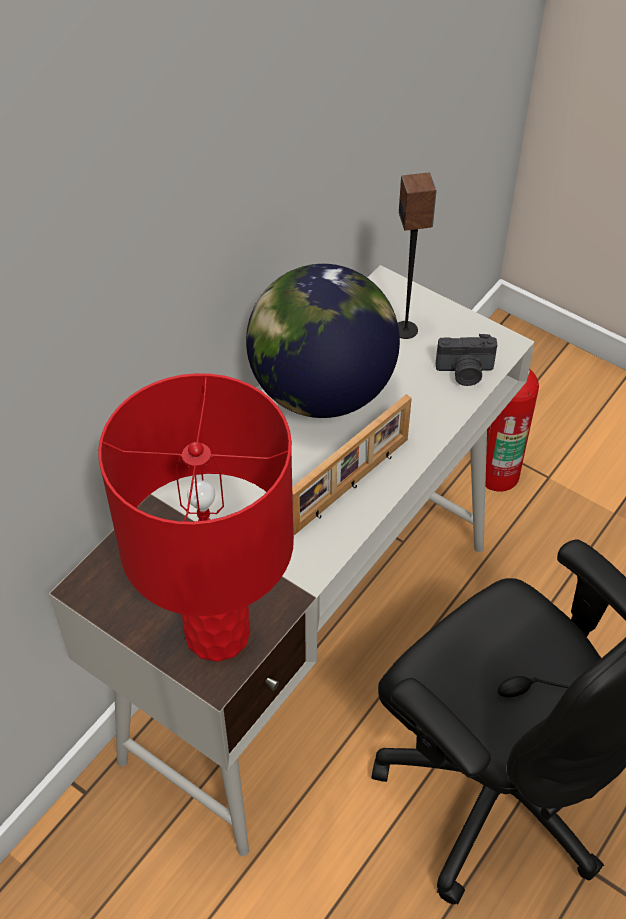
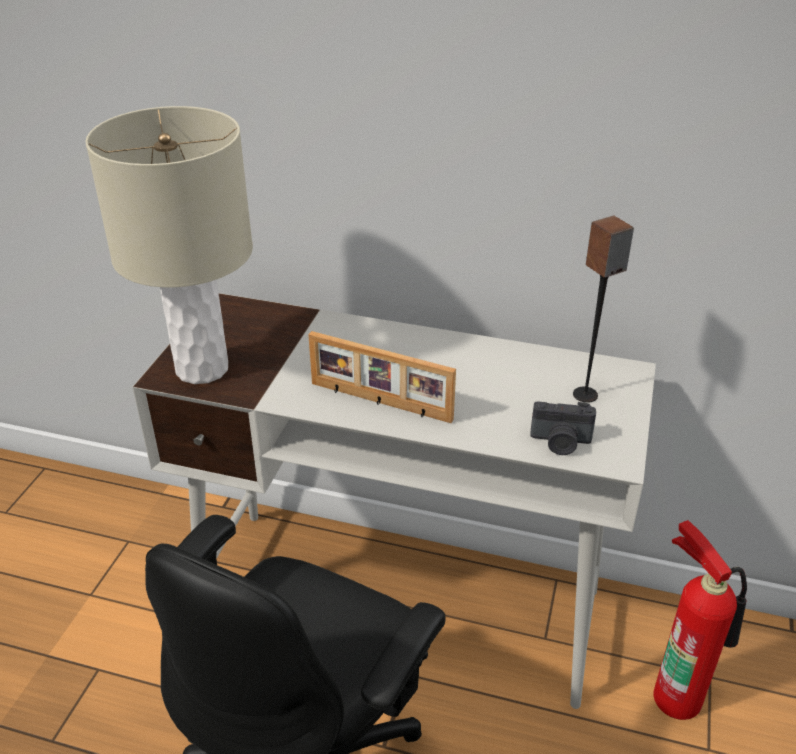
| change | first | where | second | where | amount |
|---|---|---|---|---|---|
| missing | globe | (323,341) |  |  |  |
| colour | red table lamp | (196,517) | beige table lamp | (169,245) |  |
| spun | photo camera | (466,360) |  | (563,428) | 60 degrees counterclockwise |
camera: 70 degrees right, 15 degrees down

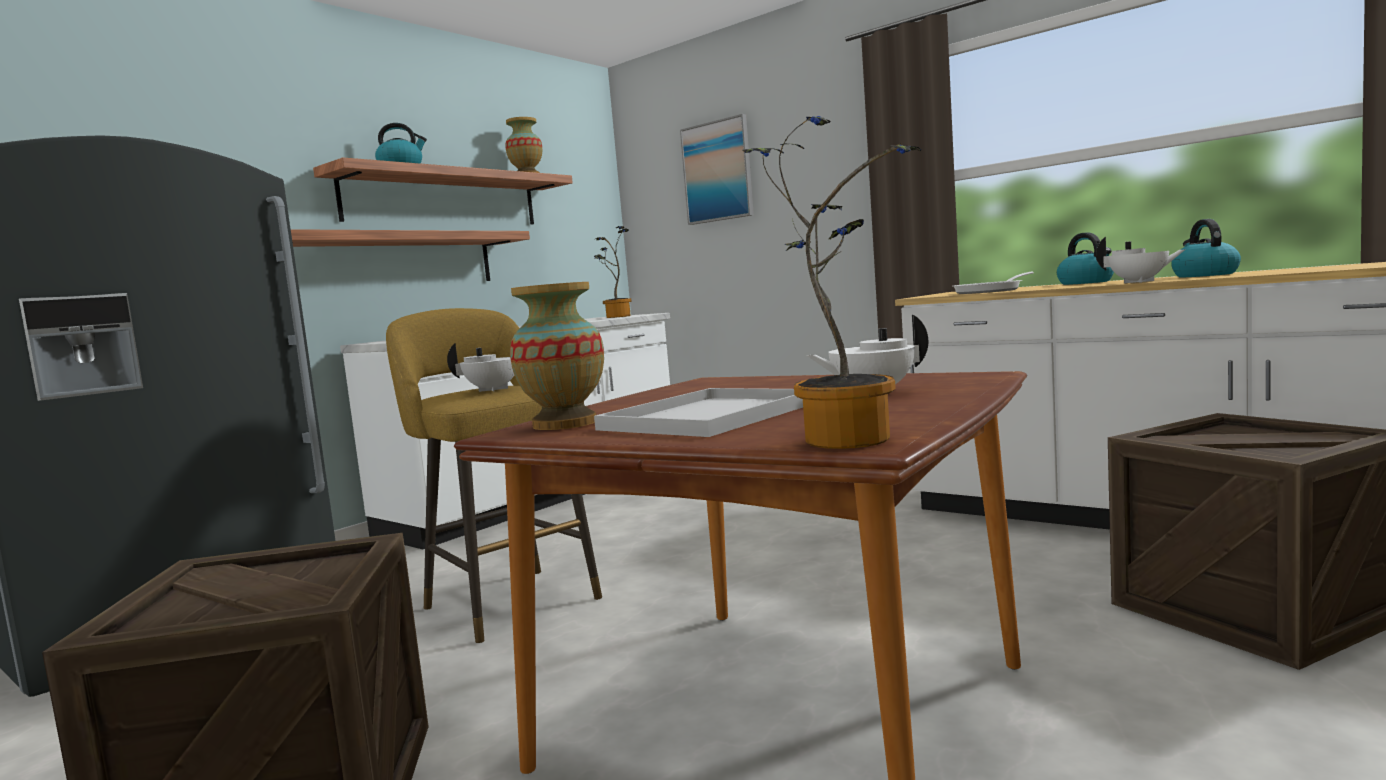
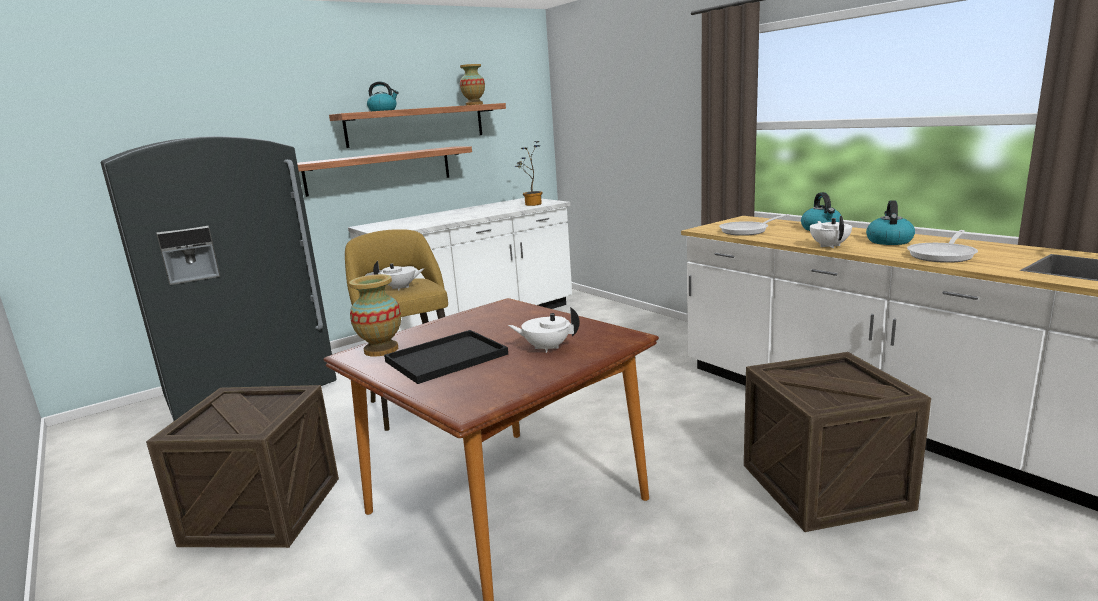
| change | first | where | second | where | amount |
|---|---|---|---|---|---|
| missing | picture | (717,169) |  |  |  |
| missing | potted plant | (832,282) |  |  |  |
| appeared |  |  | frying pan | (942,246) |  |
| colour | white tray | (698,412) | black tray | (446,357) |  |
| spun | white teapot | (1141,260) |  | (831,232) | 120 degrees counterclockwise |
camera: 15 degrees right, 10 degrees up

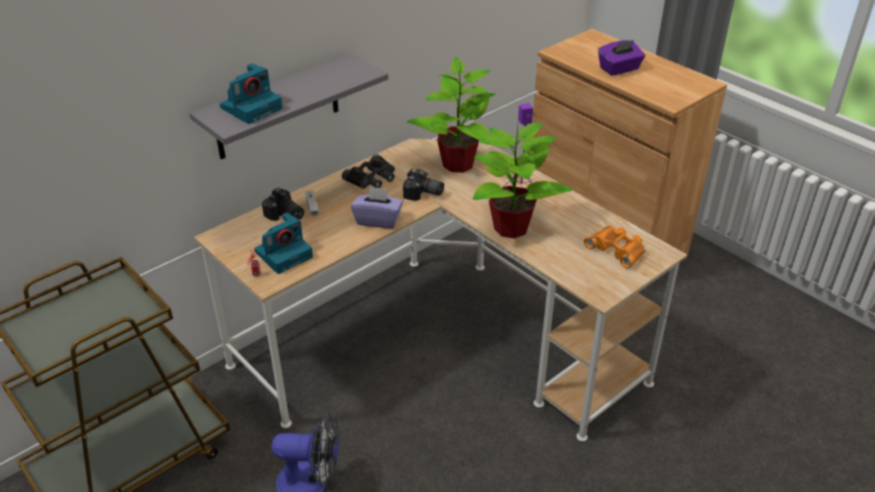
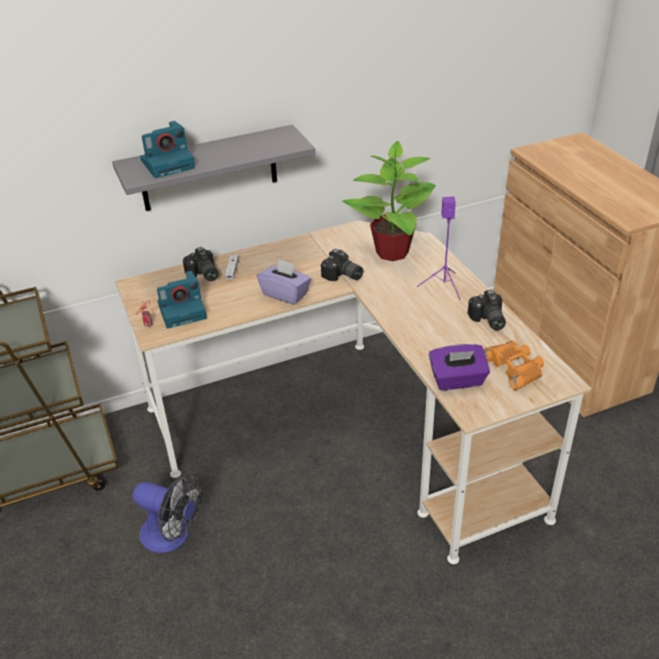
| change | first | where | second | where | amount |
|---|---|---|---|---|---|
| missing | black binoculars | (368,171) |  |  |  |
| missing | potted plant | (522,180) |  |  |  |
| appeared |  |  | photo camera | (487,310) |  |
| relocated | purple tissue box | (621,58) |  | (459,367) |  |
camera: 20 degrees right, 0 degrees up

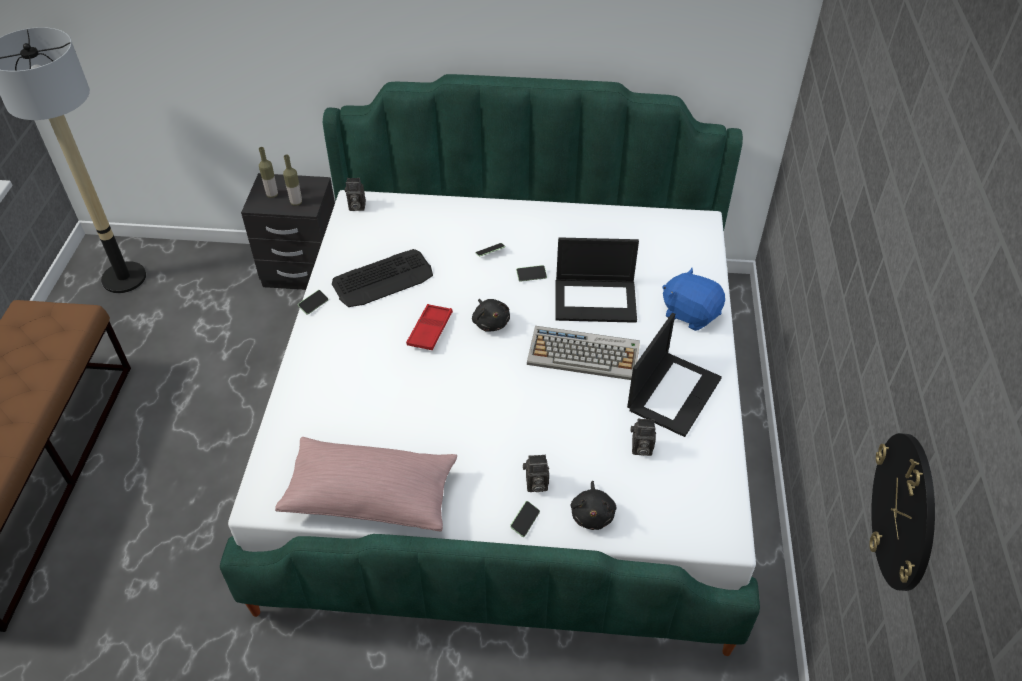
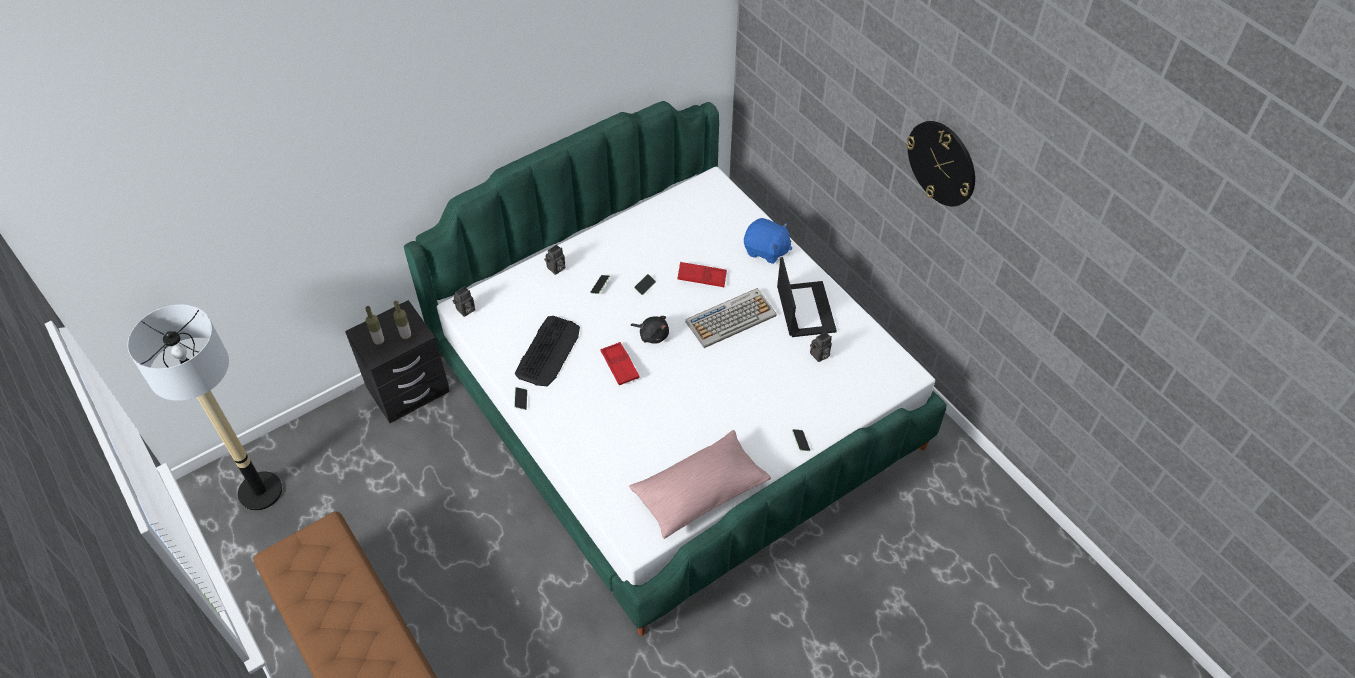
| change | first | where | second | where | amount |
|---|---|---|---|---|---|
| missing | black plush toy | (593,505) |  |  |  |
| relocated | photo camera | (536,473) |  | (554,259) |  |
| relocated | wall clock | (902,512) |  | (940,163) |  |
| exchanged | laptop | (597,280) | red tray | (702,274) |  |
| spun | blue plush toy | (693,299) |  | (768,241) | 150 degrees counterclockwise |
camera: 40 degrees left, 5 degrees up

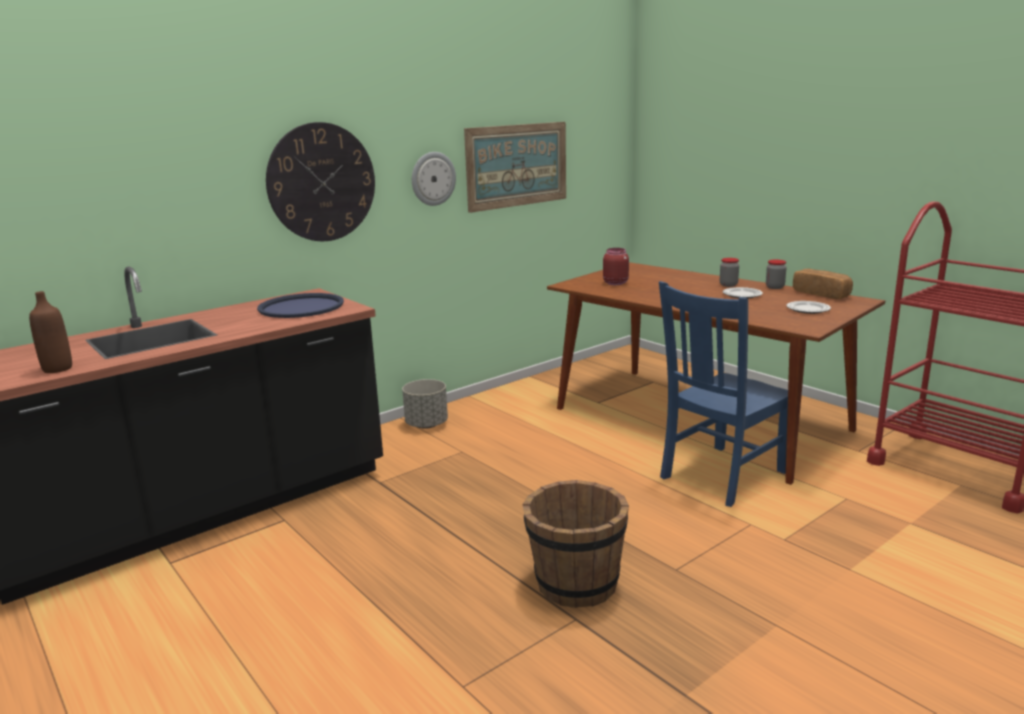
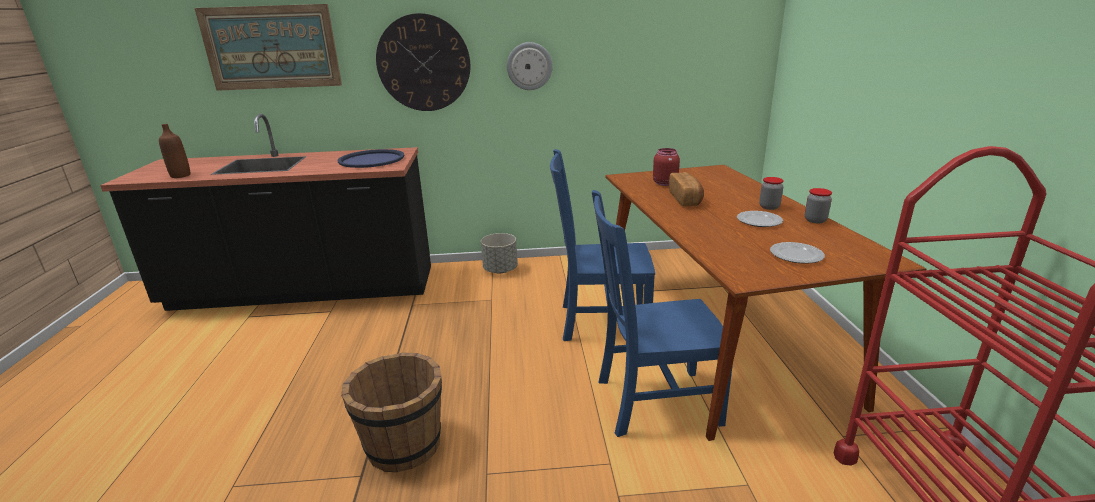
| change | first | where | second | where | amount |
|---|---|---|---|---|---|
| appeared |  |  | blue chair | (602,245) |  |
| relocated | picture | (515,167) |  | (268,47) |  |
| relocated | bread | (823,284) |  | (686,189) |  |
camera: 35 degrees right, 5 degrees up

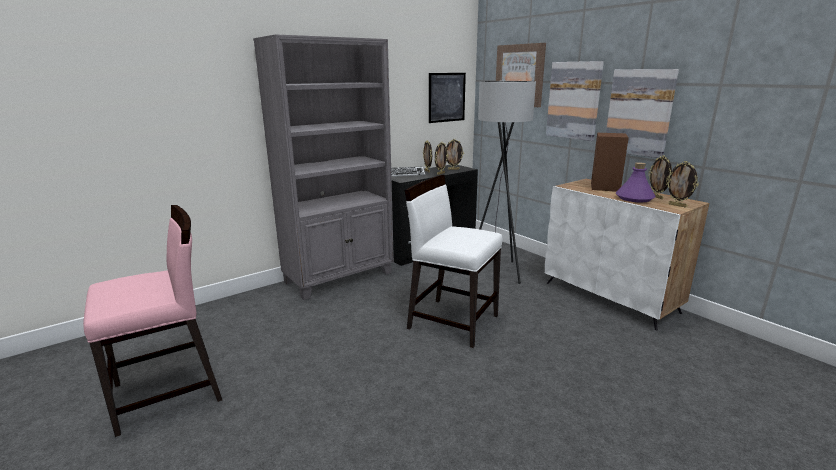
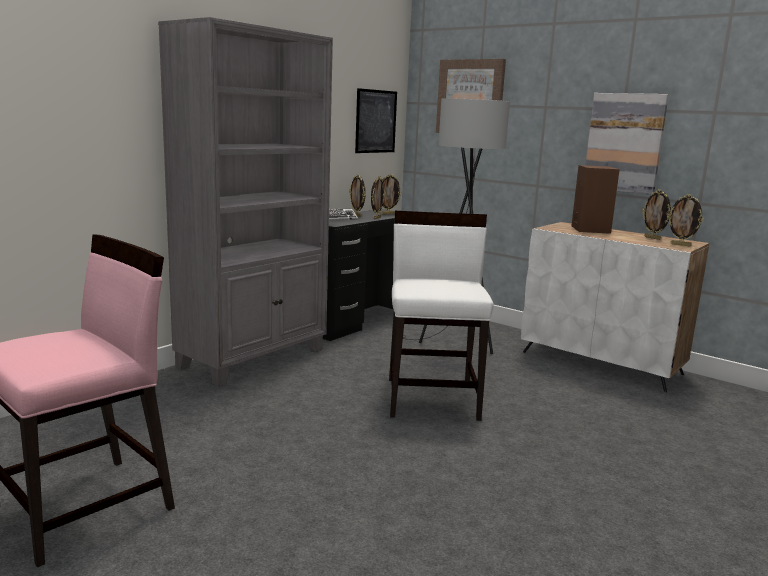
| change | first | where | second | where | amount |
|---|---|---|---|---|---|
| missing | picture | (575,101) |  |  |  |
| missing | purple bottle | (636,182) |  |  |  |
| spun | white chair | (454,261) |  | (441,316) | 75 degrees clockwise |
camera: 15 degrees left, 5 degrees down

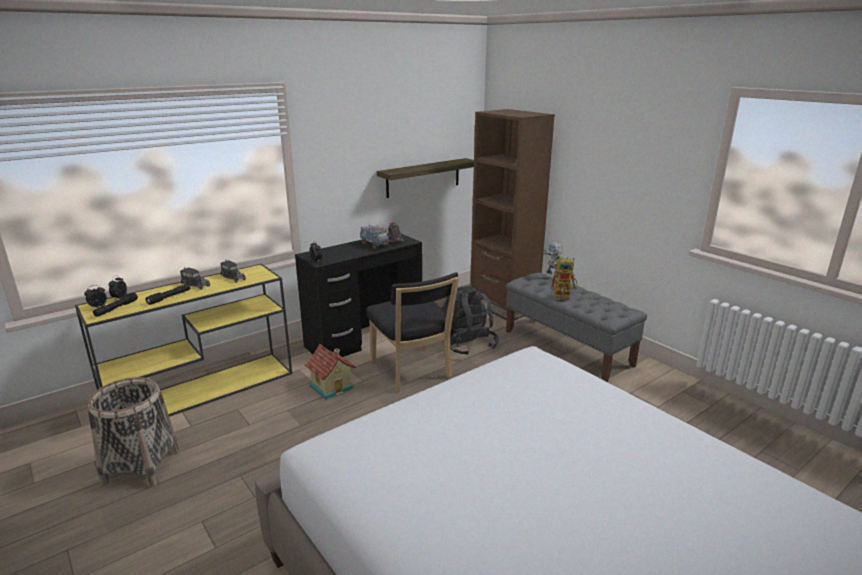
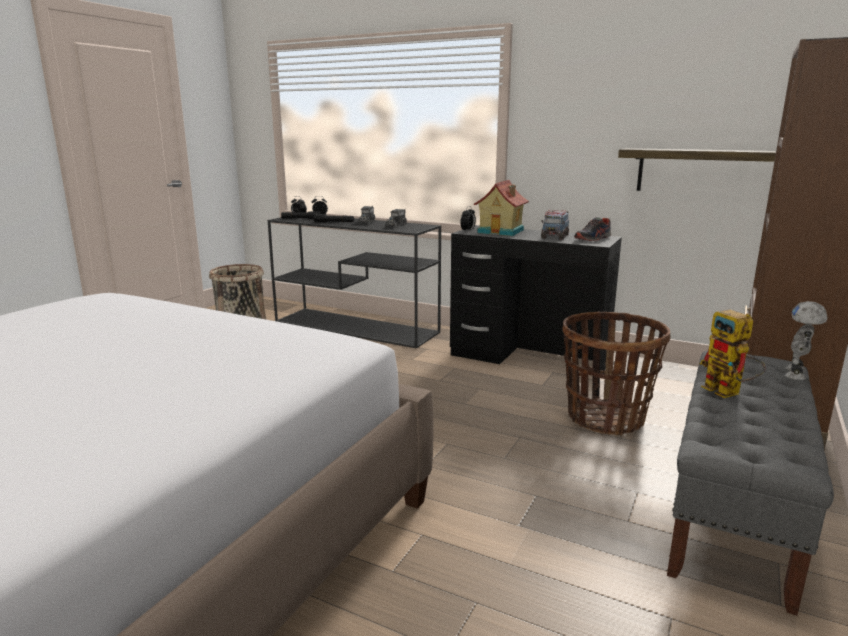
| change | first | where | second | where | amount |
|---|---|---|---|---|---|
| missing | black chair | (413,332) |  |  |  |
| relocated | toy house | (330,372) |  | (501,208) |  |
| exchanged | black backpack | (470,320) | basket | (616,373) |  |
| colour | yellow console table | (183,340) | black console table | (354,282) |  |
camera: 65 degrees right, 5 degrees down

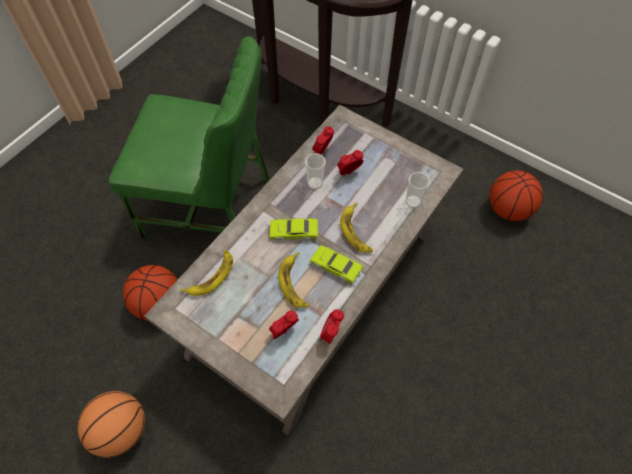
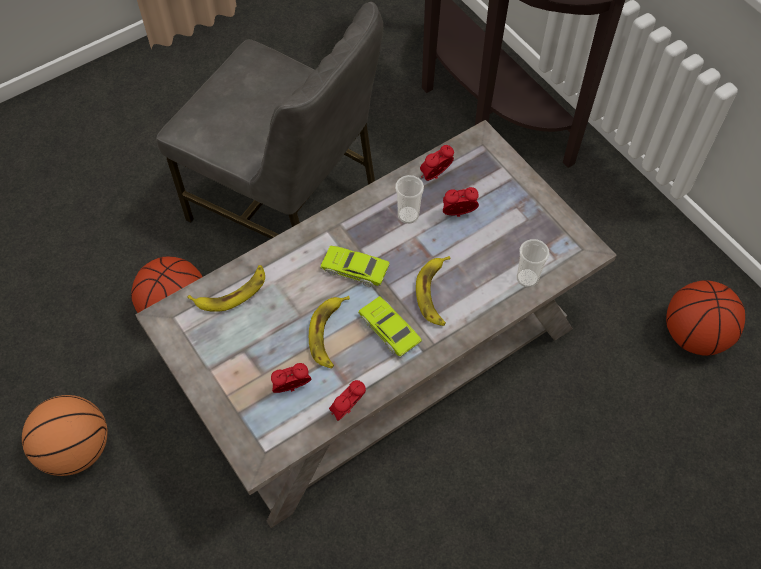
| change | first | where | second | where | amount |
|---|---|---|---|---|---|
| colour | green chair | (189,137) | grey chair | (270,120) |  |
camera: 20 degrees right, 0 degrees up

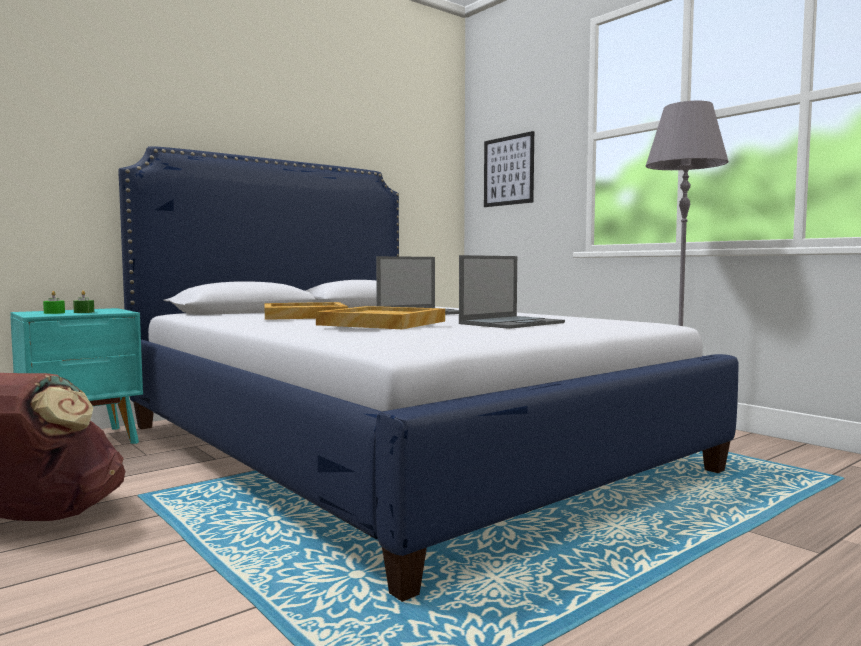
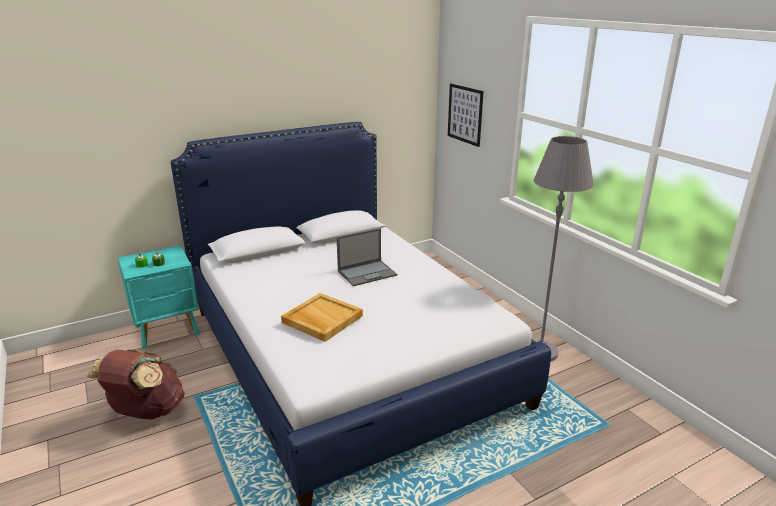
| change | first | where | second | where | amount |
|---|---|---|---|---|---|
| missing | beige tray | (306,311) |  |  |  |
| missing | laptop | (512,292) |  |  |  |
camera: 10 degrees right, 20 degrees up

